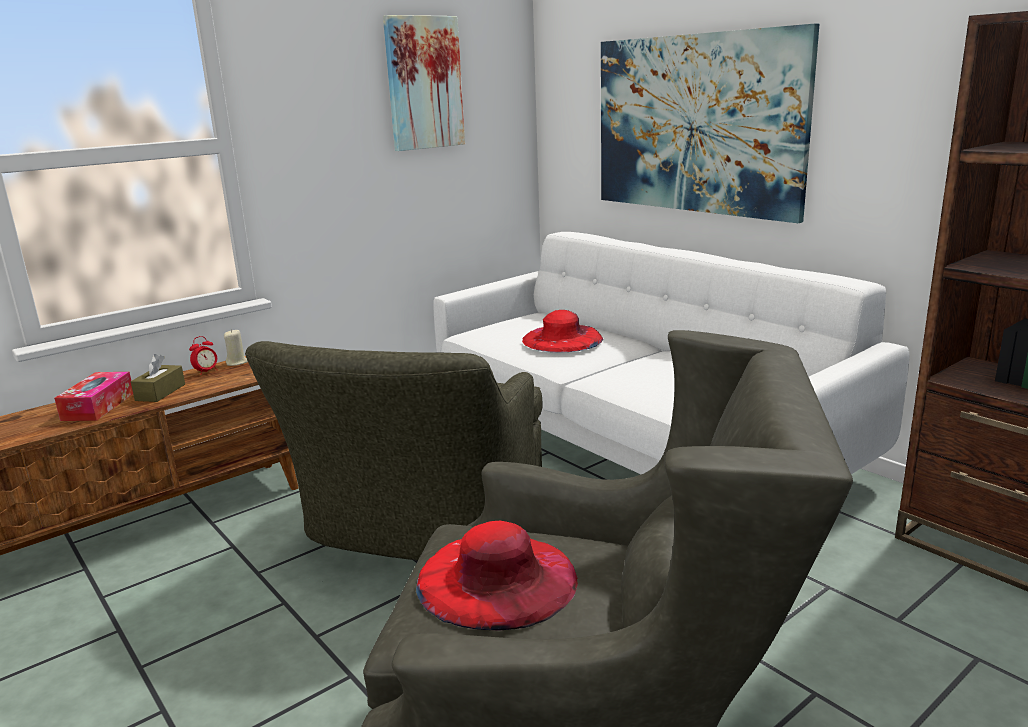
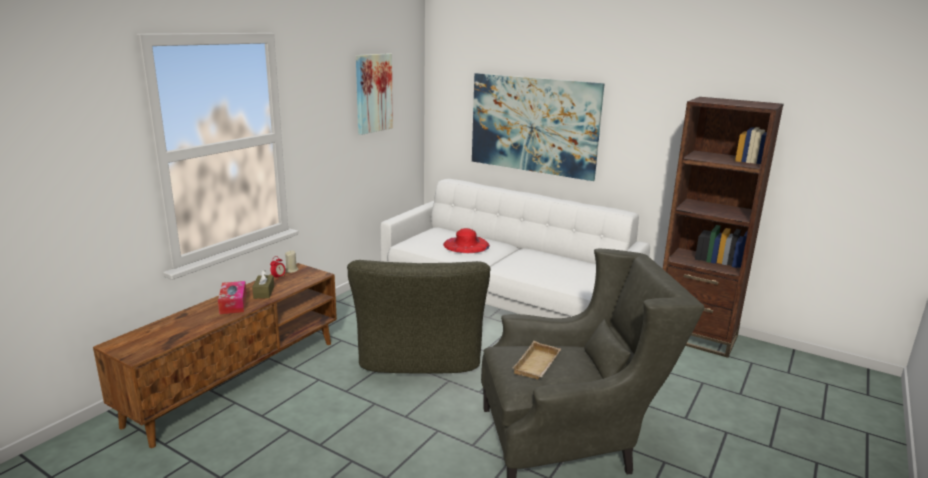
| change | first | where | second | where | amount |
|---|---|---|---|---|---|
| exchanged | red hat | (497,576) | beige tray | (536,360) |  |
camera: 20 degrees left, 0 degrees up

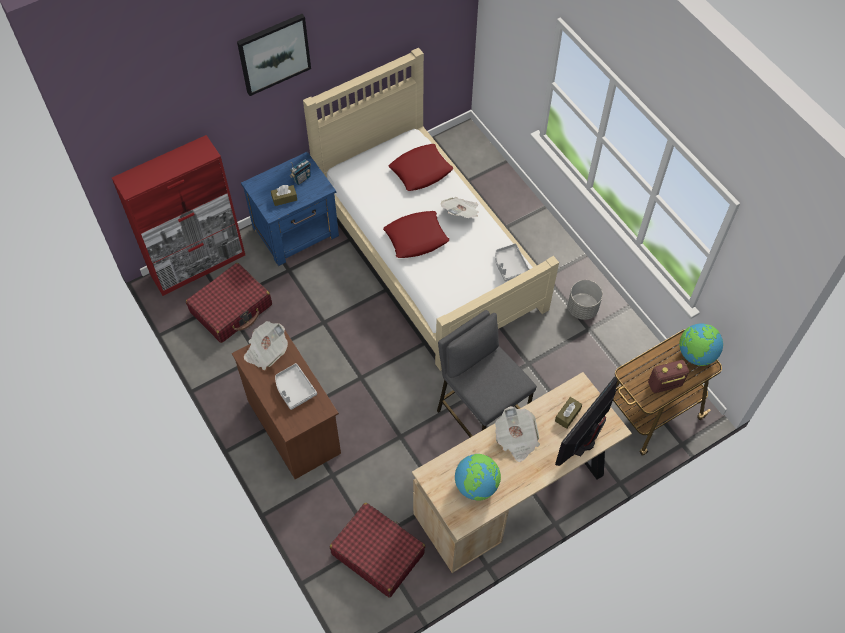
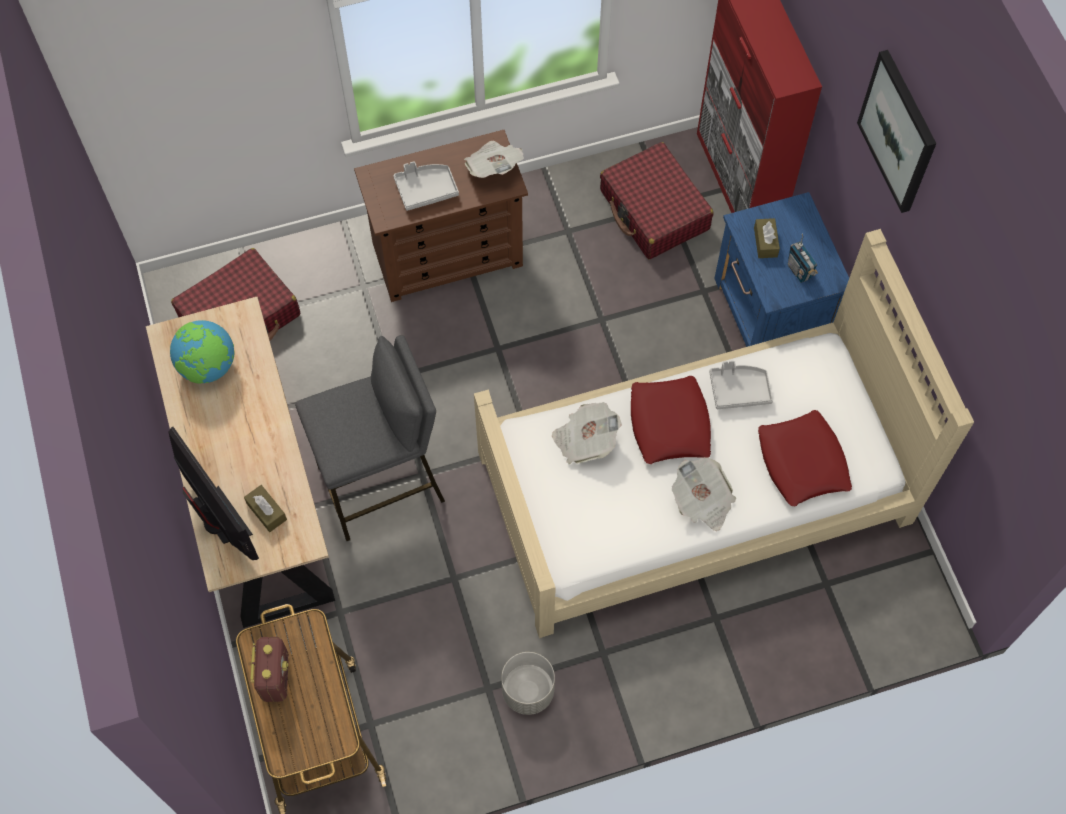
| change | first | where | second | where | amount |
|---|---|---|---|---|---|
| missing | globe | (701,344) |  |  |  |
| relocated | grey tray | (512,262) |  | (741,385) |  |
| relocated | newspaper | (517,434) |  | (587,433) |  |
camera: 105 degrees right, 5 degrees up

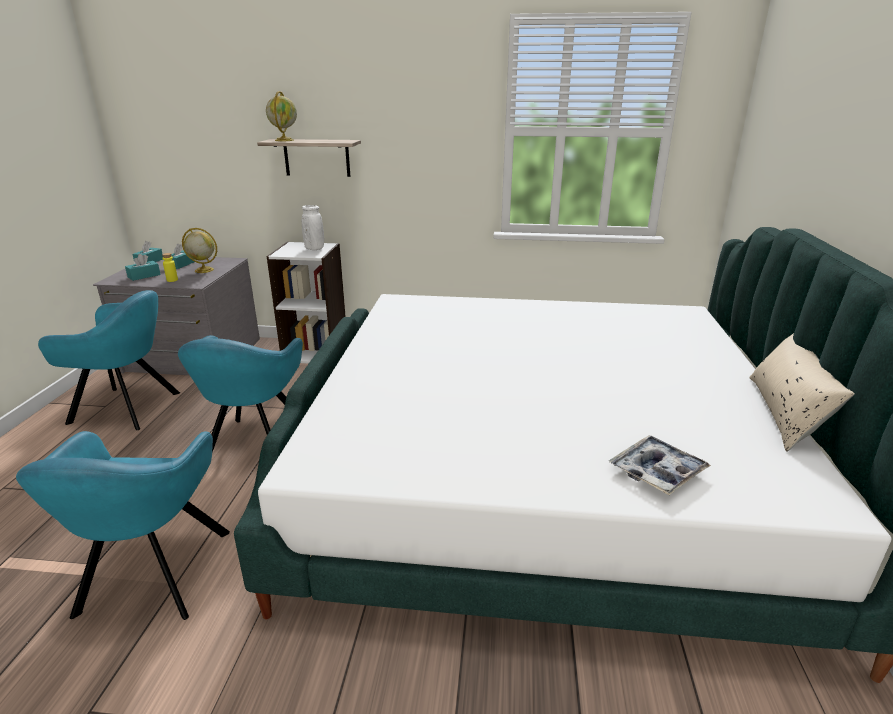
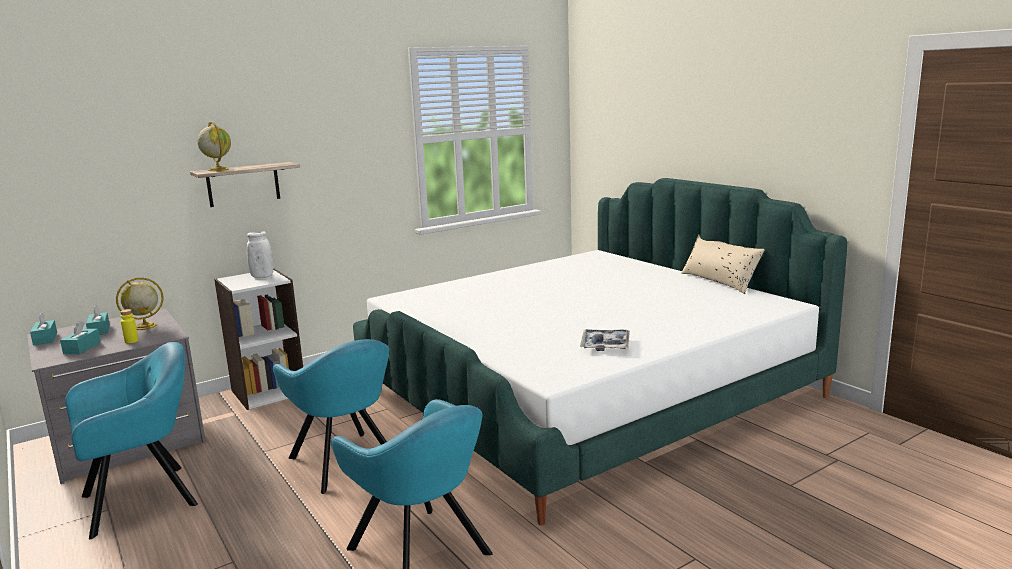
| change | first | where | second | where | amount |
|---|---|---|---|---|---|
| relocated | tray | (660,465) |  | (605,340) |  |
camera: 40 degrees left, 10 degrees down

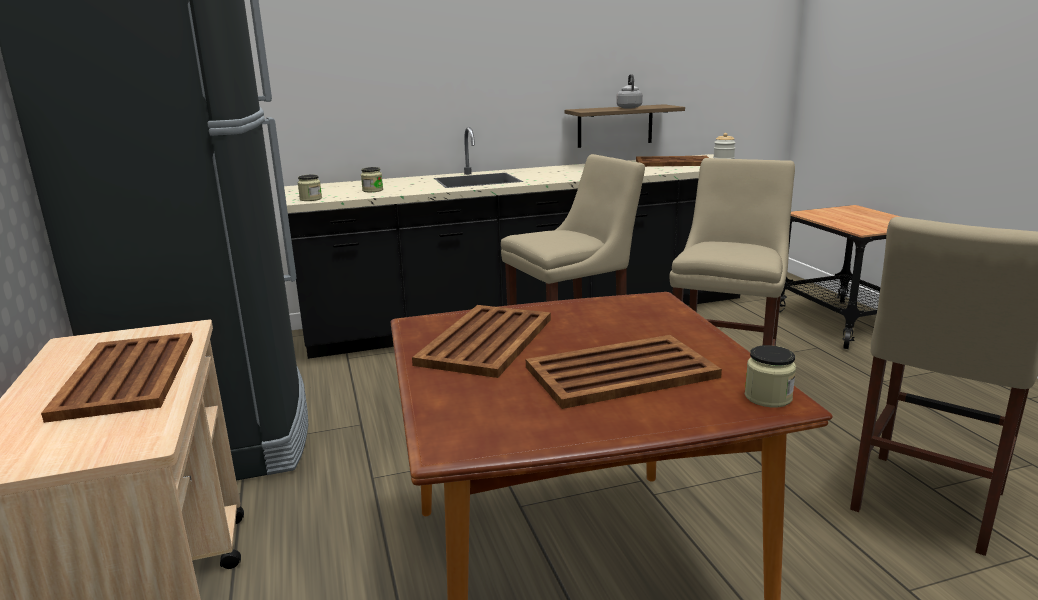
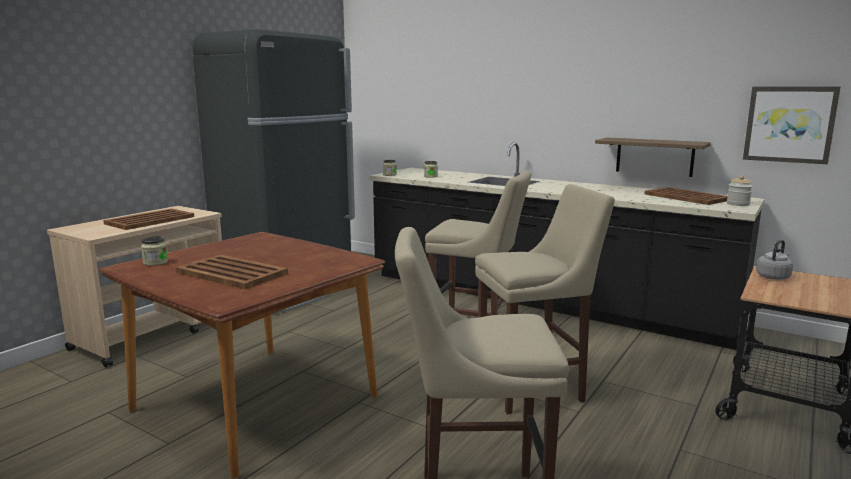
| change | first | where | second | where | amount |
|---|---|---|---|---|---|
| missing | brown tray | (481,341) |  |  |  |
| appeared |  |  | picture | (791,125) |  |
| relocated | grey kettle | (629,91) |  | (774,260) |  |
| relocated | jar | (770,376) |  | (154,251) |  |
camera: 50 degrees right, 5 degrees down

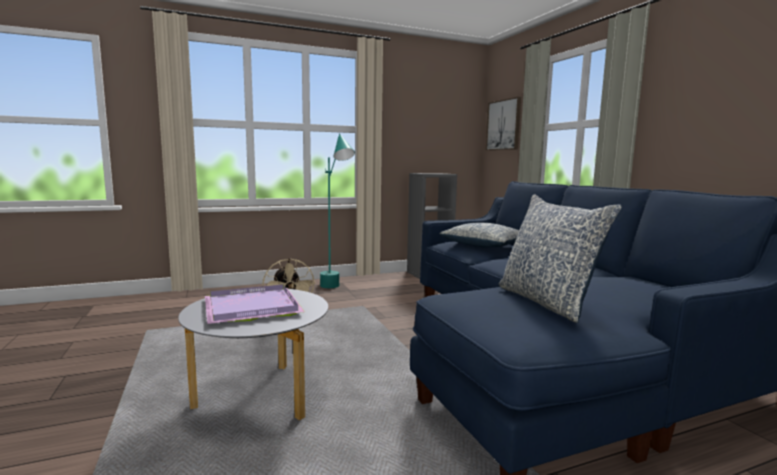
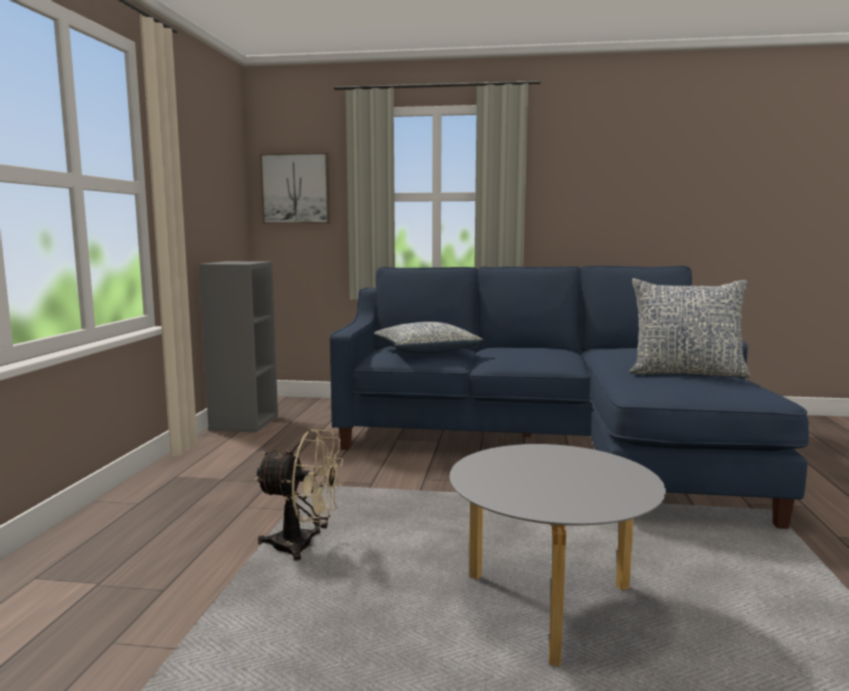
| change | first | where | second | where | amount |
|---|---|---|---|---|---|
| missing | purple tray | (255,304) |  |  |  |
| missing | turquoise floor lamp | (337,210) |  |  |  |
camera: 60 degrees left, 0 degrees up

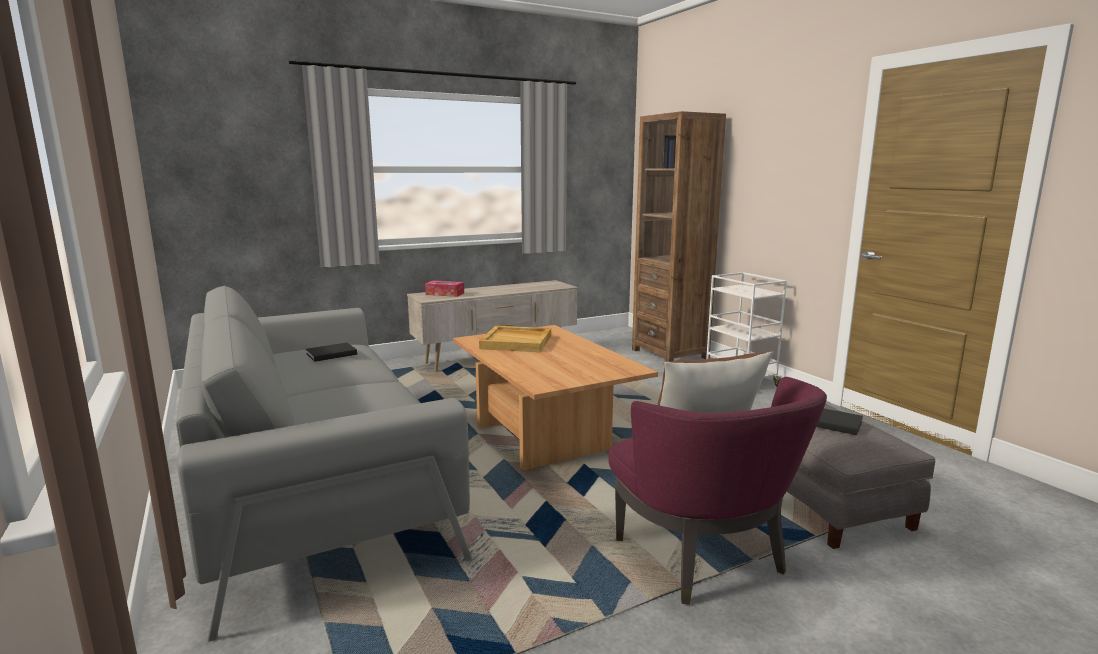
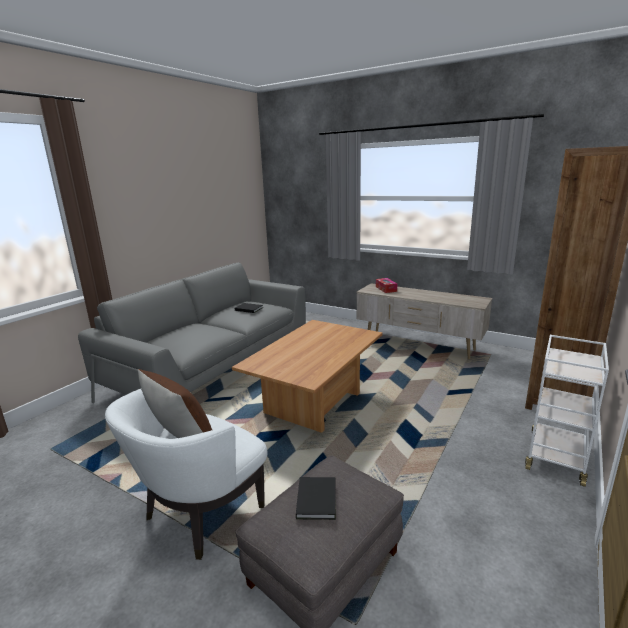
| change | first | where | second | where | amount |
|---|---|---|---|---|---|
| missing | beige tray | (515,339) |  |  |  |
| colour | purple armchair | (717,491) | white armchair | (186,474) |  |
camera: 60 degrees right, 5 degrees up

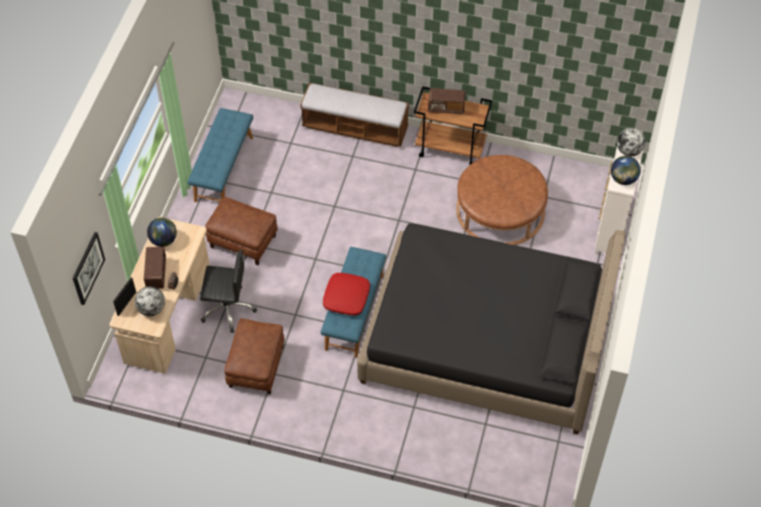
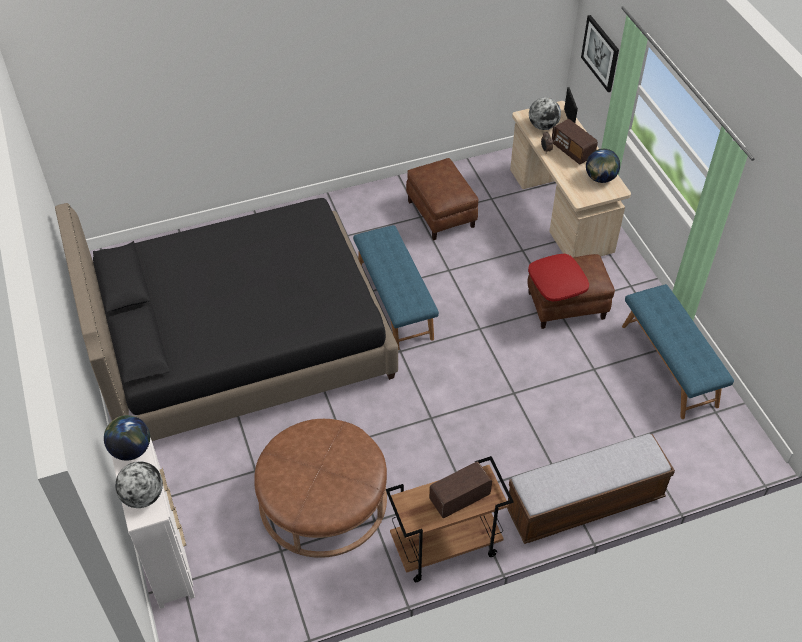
| change | first | where | second | where | amount |
|---|---|---|---|---|---|
| missing | black office chair | (228,291) |  |  |  |
| relocated | red pillow | (346,294) |  | (558,277) |  |
camera: 145 degrees right, 5 degrees down

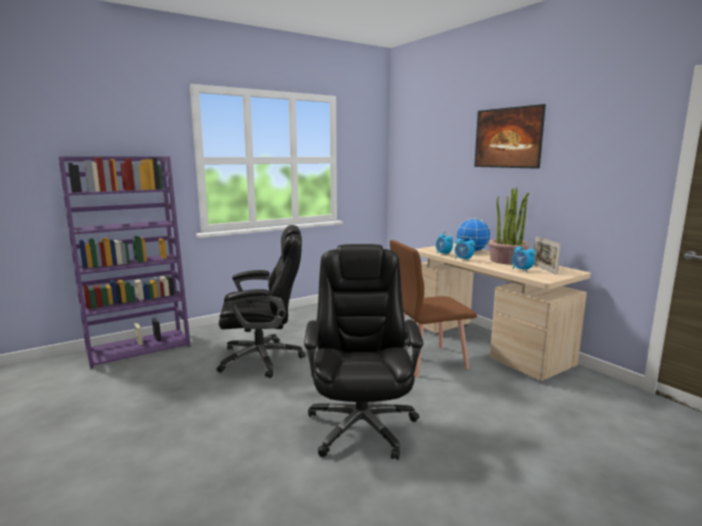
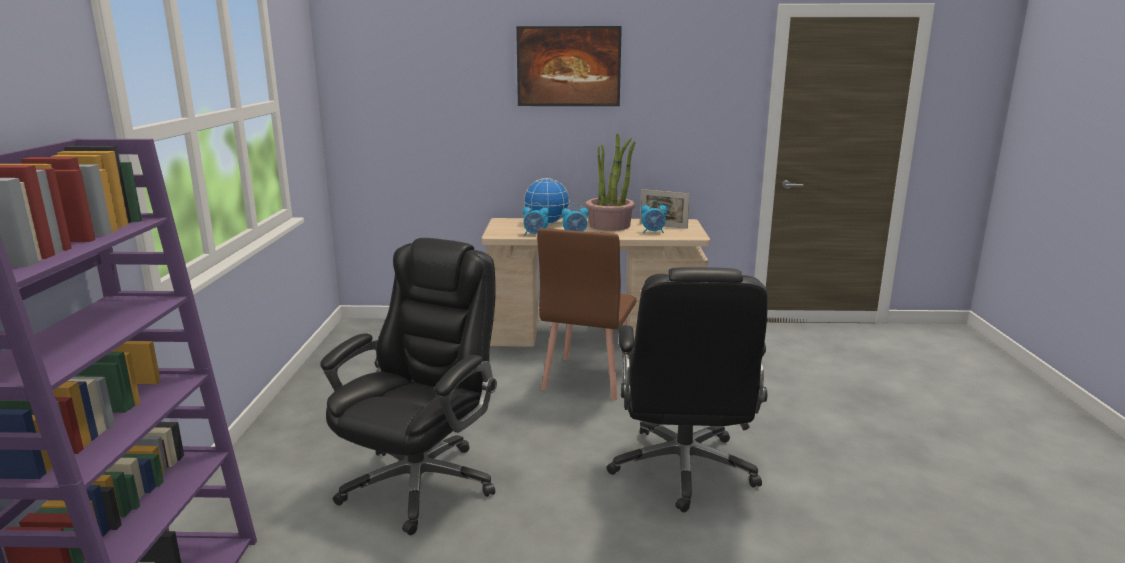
| change | first | where | second | where | amount |
|---|---|---|---|---|---|
| spun | black office chair | (363,352) |  | (687,389) | 120 degrees counterclockwise |
camera: 55 degrees left, 5 degrees up

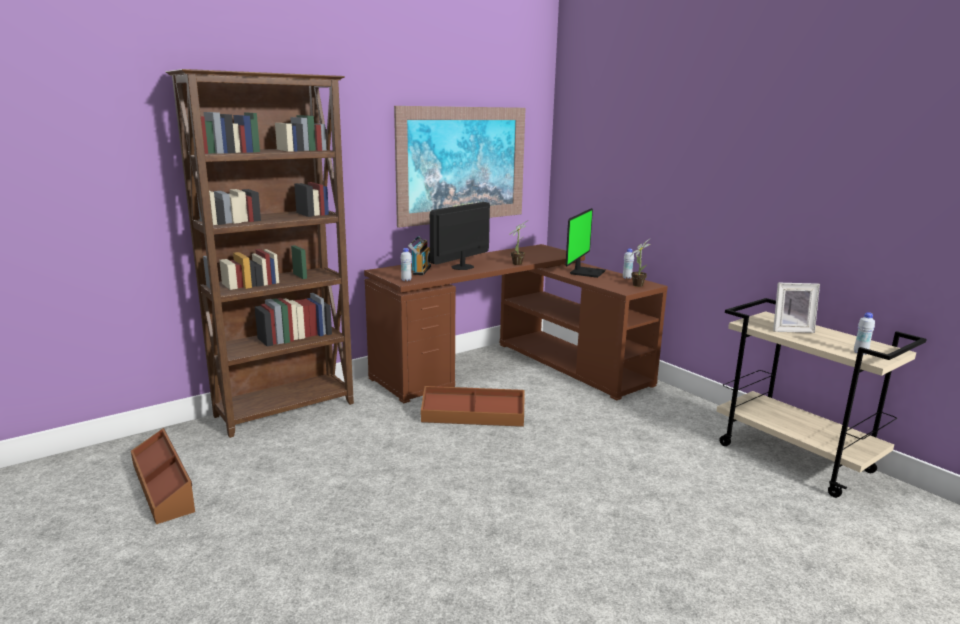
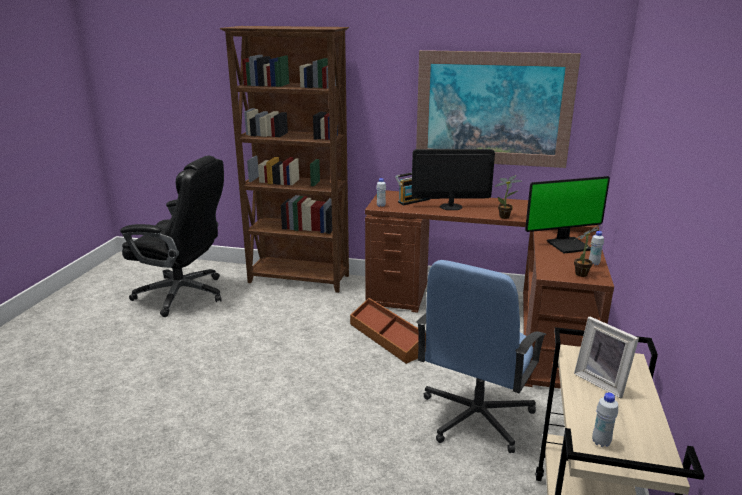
| change | first | where | second | where | amount |
|---|---|---|---|---|---|
| appeared |  |  | blue office chair | (482,356) |  |
| exchanged | brown storage box | (163,476) | black office chair | (172,236) |  |
camera: 50 degrees right, 5 degrees up

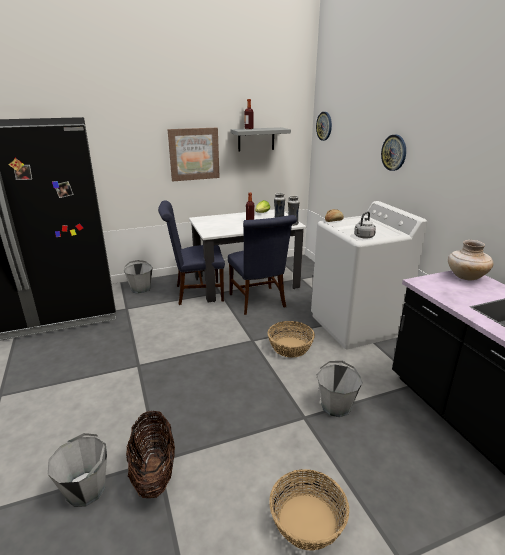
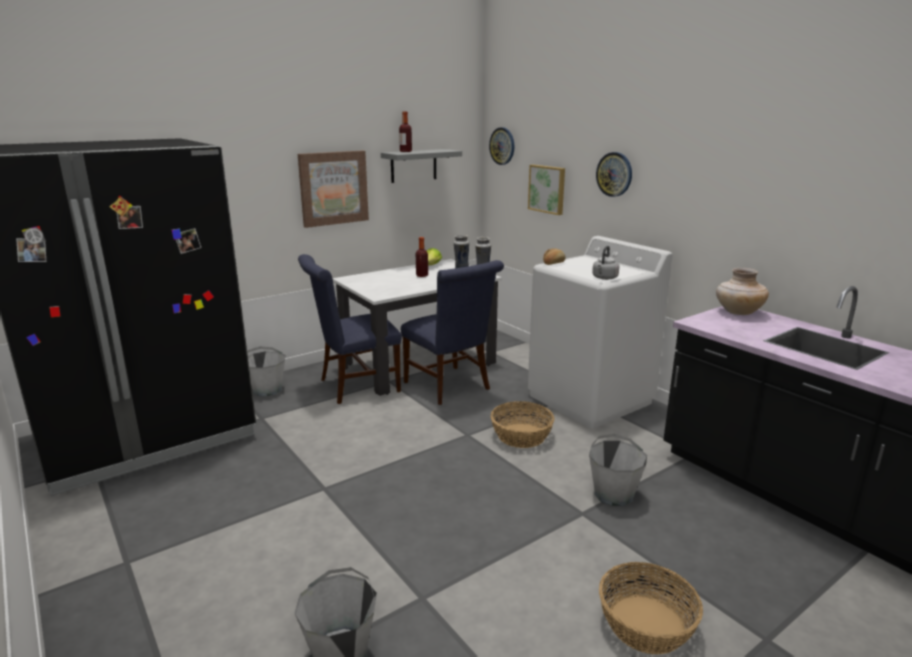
| change | first | where | second | where | amount |
|---|---|---|---|---|---|
| missing | basket | (150,454) |  |  |  |
| appeared |  |  | picture | (546,190) |  |
camera: 15 degrees left, 5 degrees down

